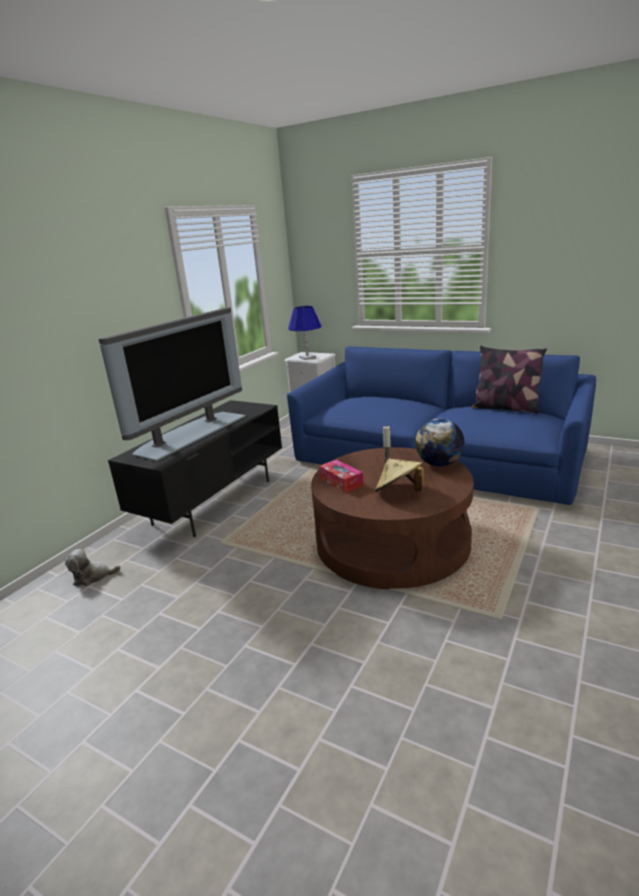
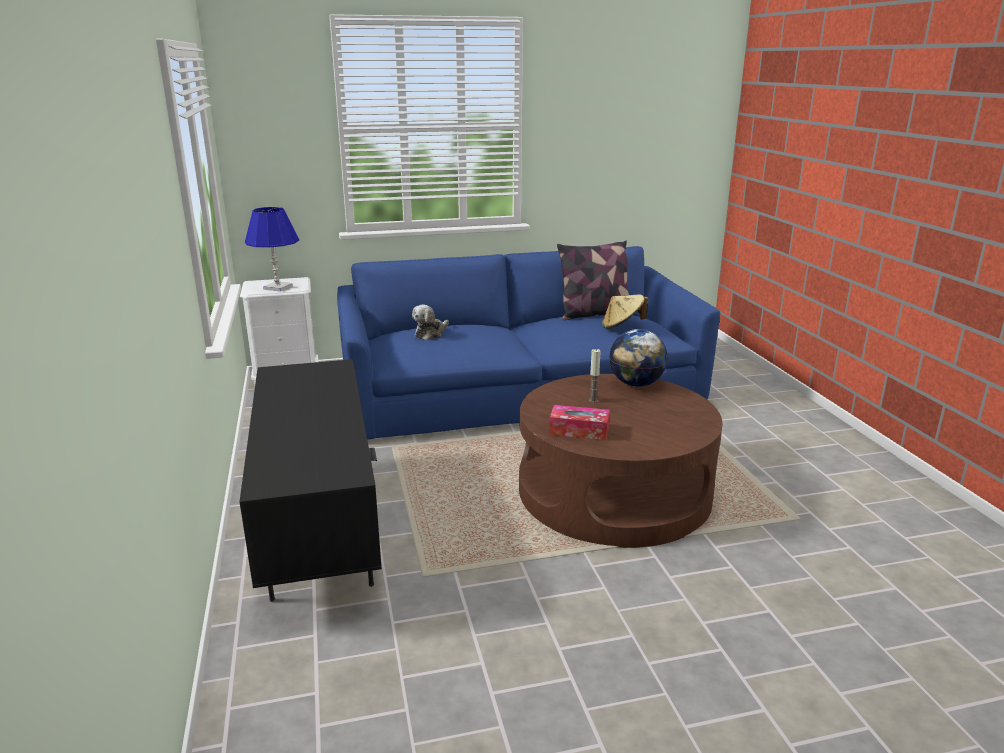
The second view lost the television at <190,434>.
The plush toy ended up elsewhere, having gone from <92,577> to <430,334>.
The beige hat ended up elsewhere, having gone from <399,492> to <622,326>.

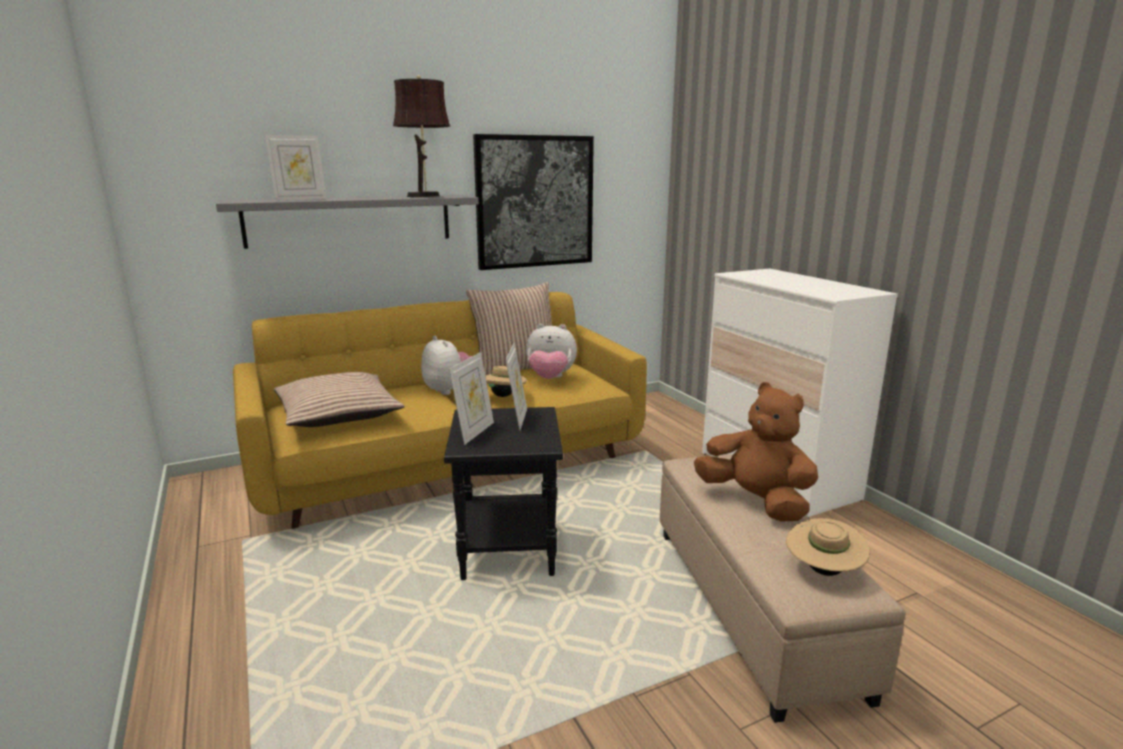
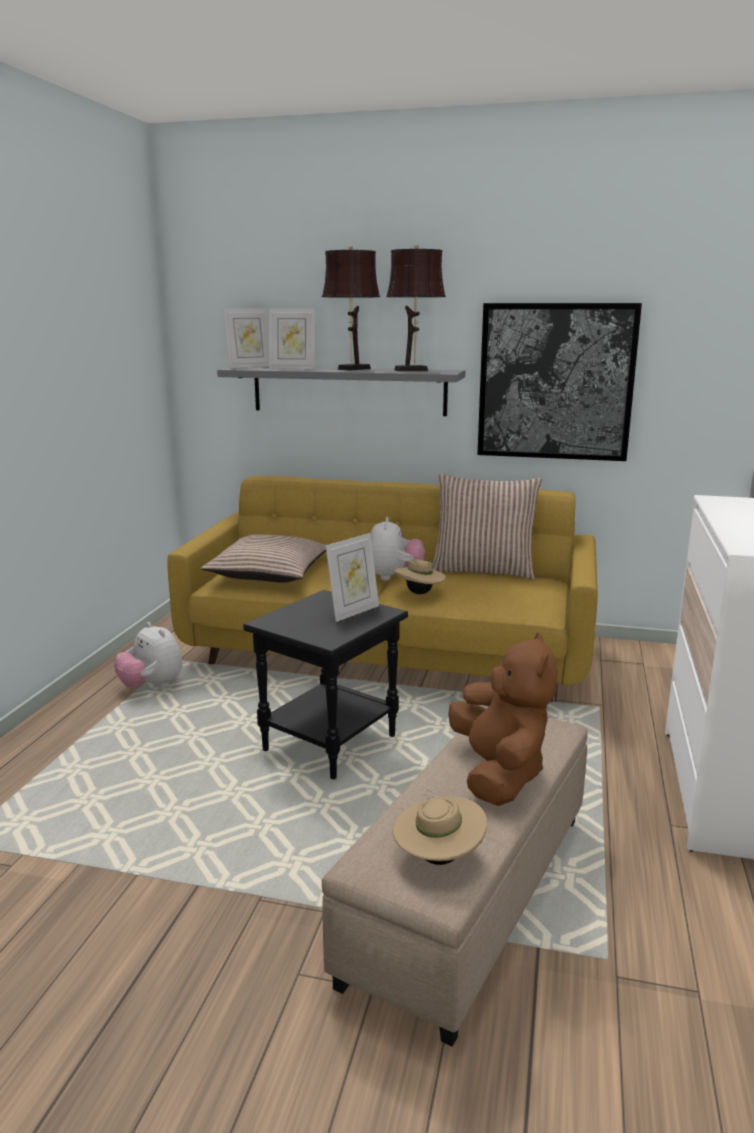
The second view gained the brown table lamp at <351,369>.
The picture frame ended up elsewhere, having gone from <474,432> to <249,367>.
The plush toy ended up elsewhere, having gone from <550,378> to <152,686>.

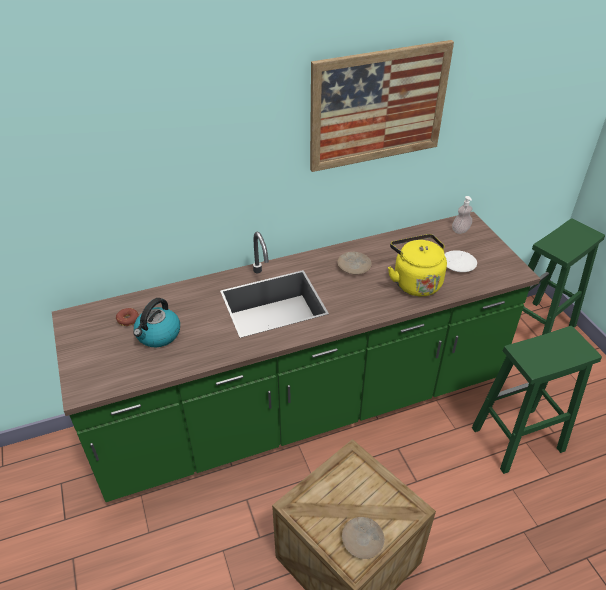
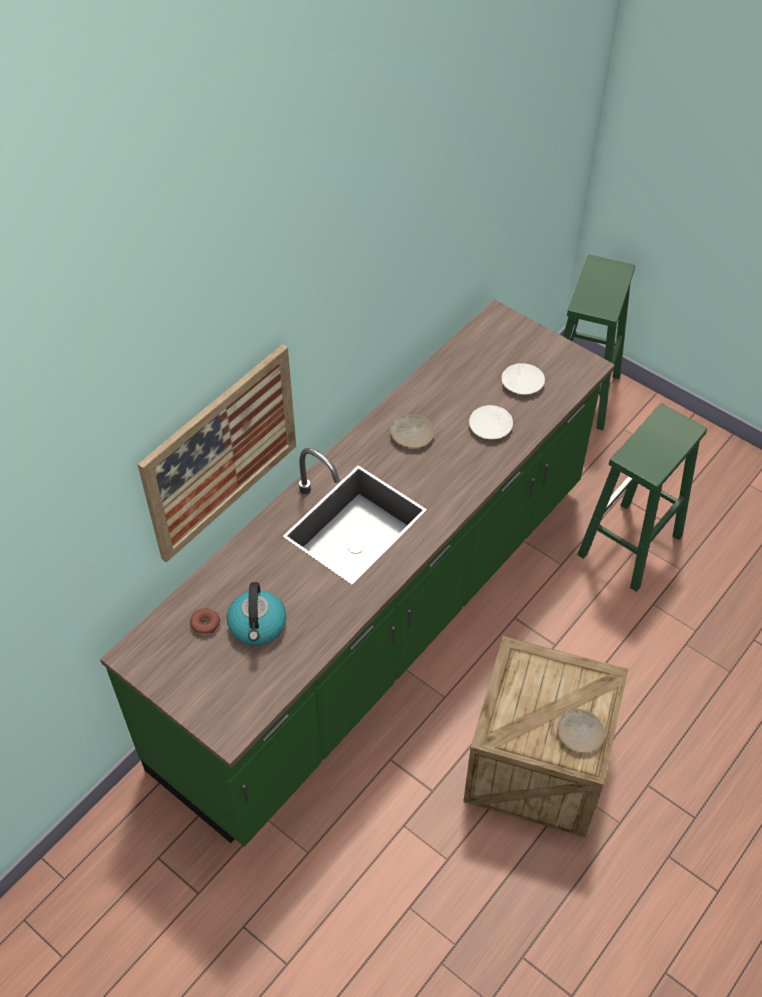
The second view lost the soap dispenser at <460,230>.
The picture ended up elsewhere, having gone from <378,106> to <221,452>.
Where the yellow kettle stood at <415,282>, the white plate came to stand at <491,426>.

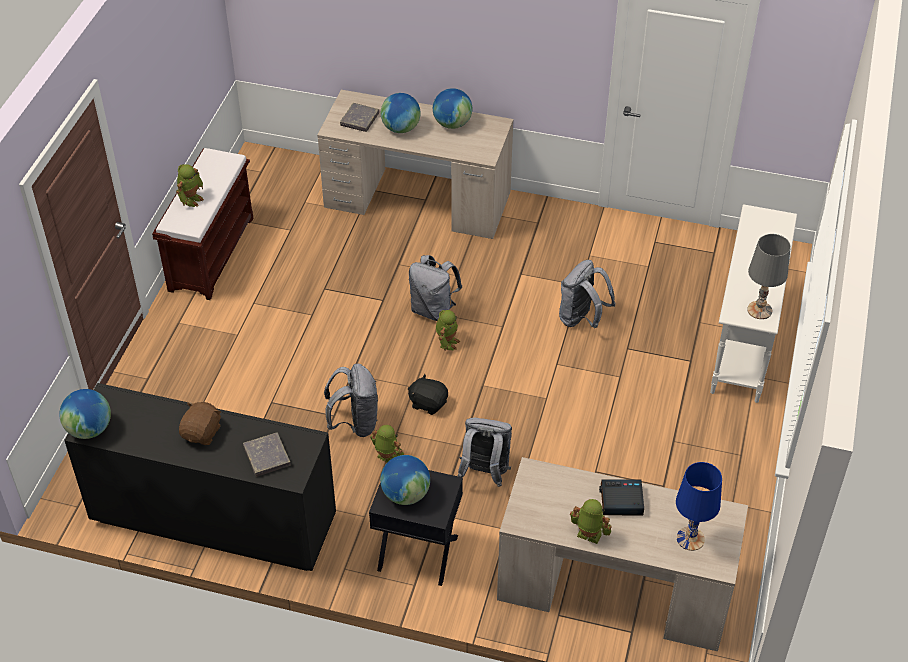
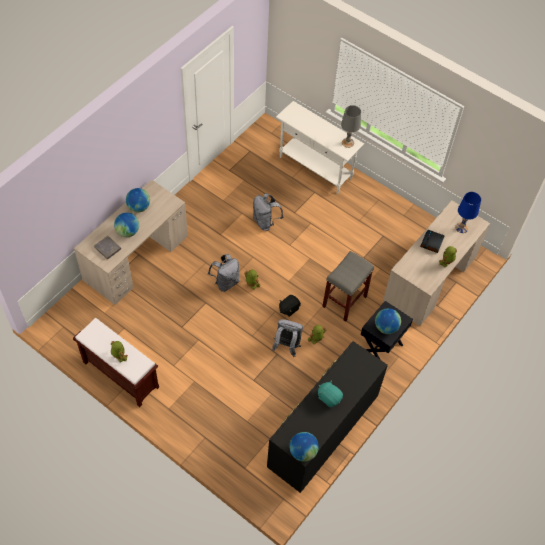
The second view lost the grey book at <267,456>.
Where the grey backpack stood at <485,473>, the grey stool came to stand at <344,302>.
What was the brown plush toy at <202,433> turned into the turquoise plush toy at <329,397>.

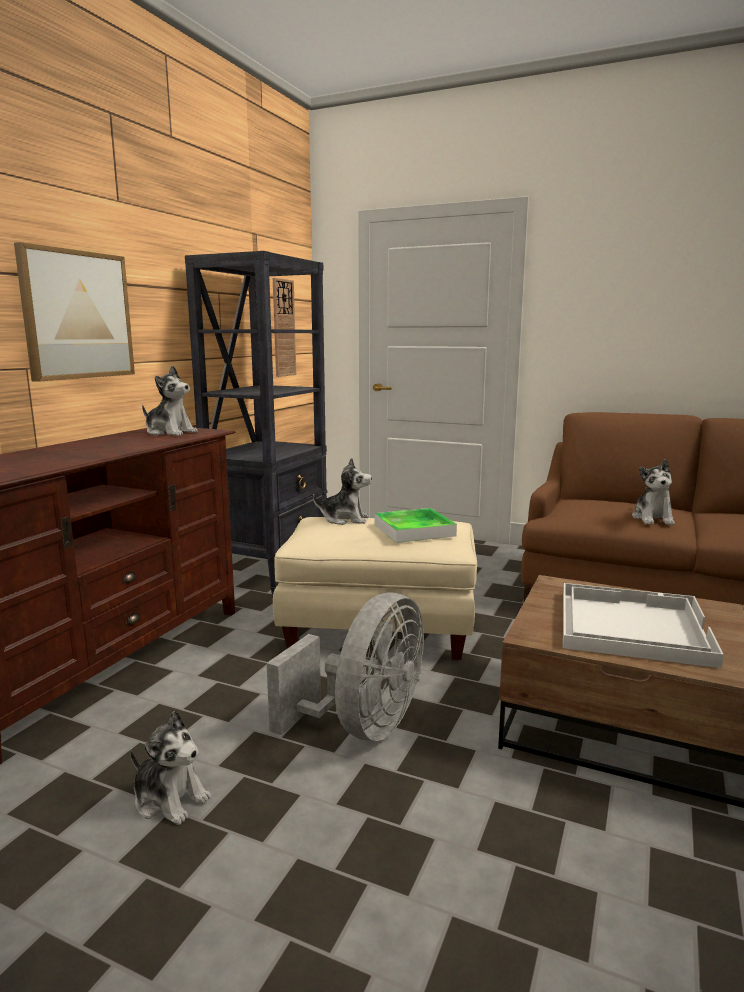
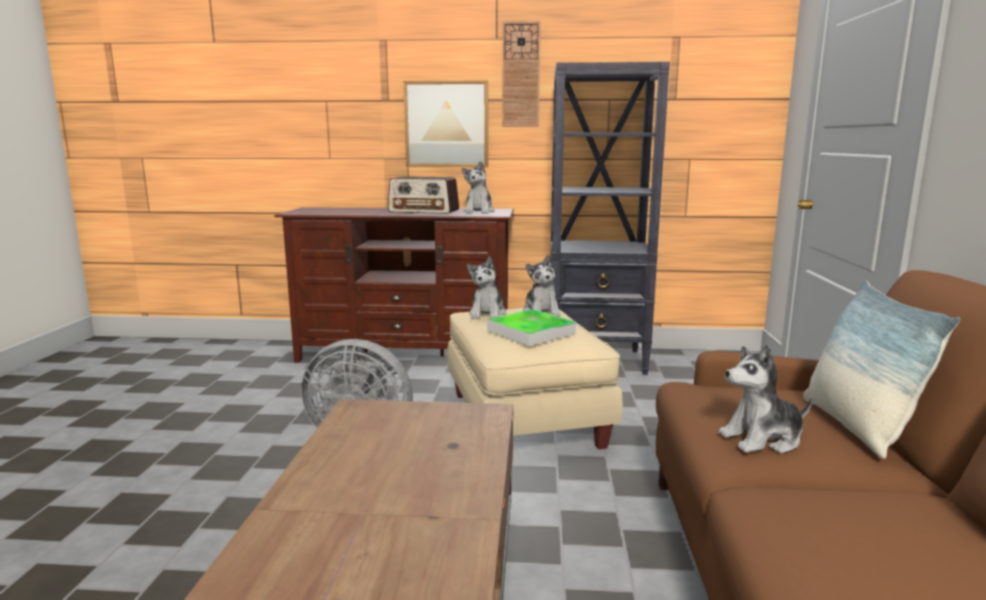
The second view lost the white tray at <630,625>.
The second view gained the radio at <424,211>.
The second view gained the pillow at <856,427>.
The plush toy ended up elsewhere, having gone from <170,799> to <487,314>.
The wall clock ended up elsewhere, having gone from <283,328> to <521,75>.

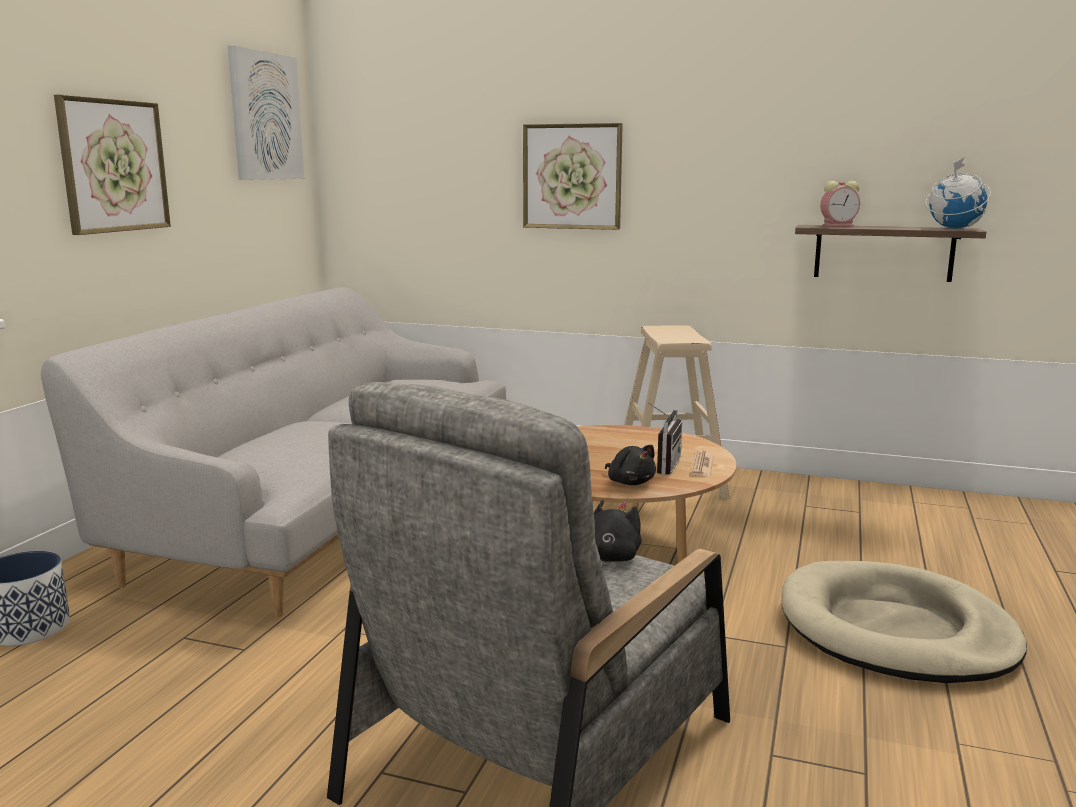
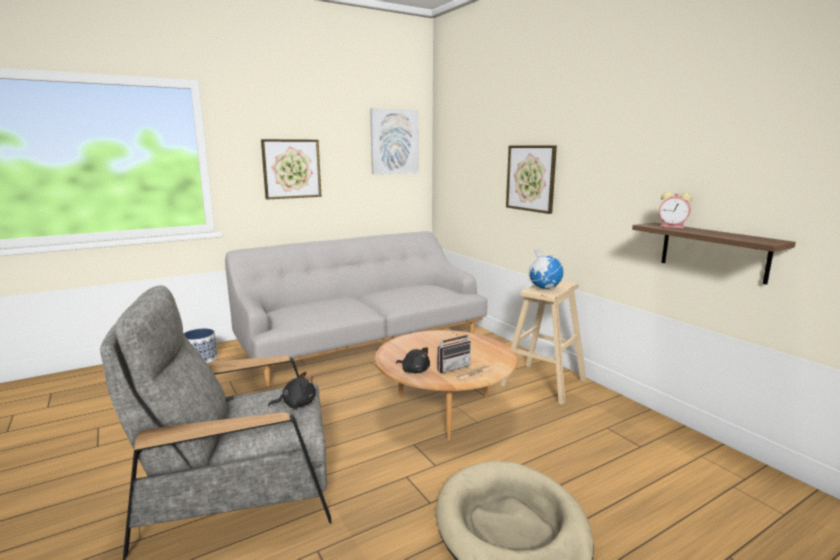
The globe ended up elsewhere, having gone from <953,228> to <544,288>.
The black plush toy at <630,482> ended up facing another way, 60 degrees counterclockwise from before.

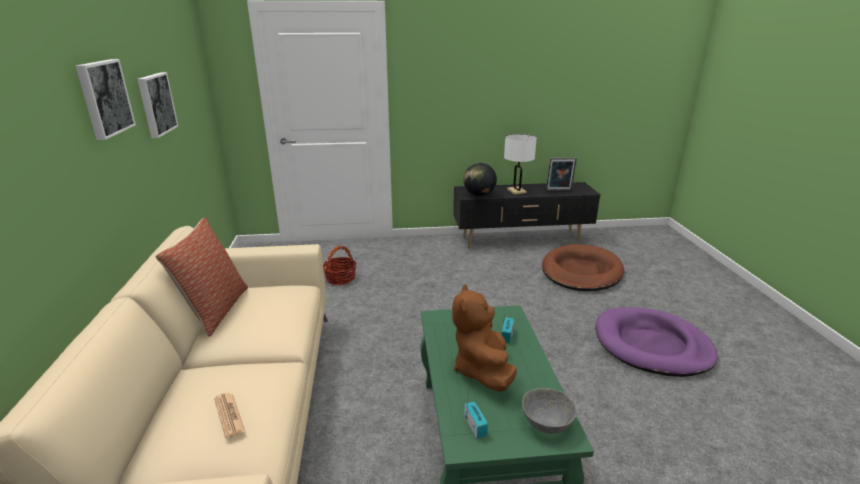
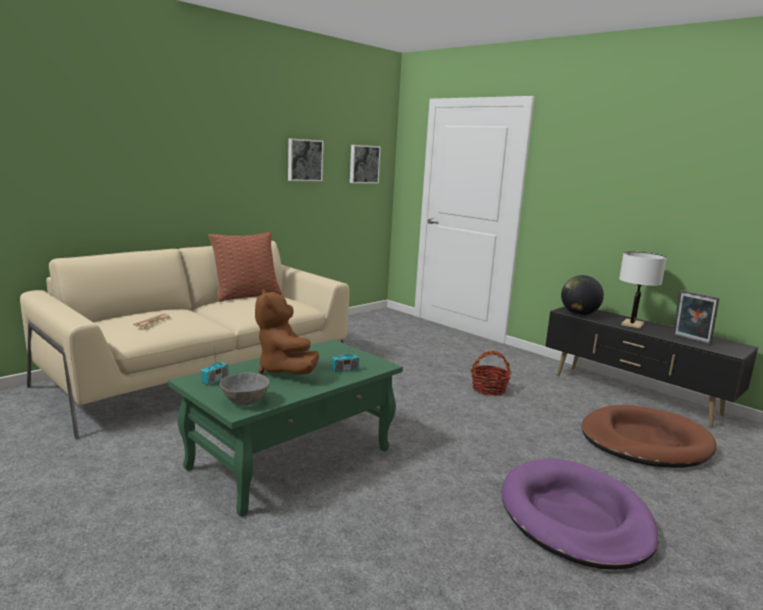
The picture ended up elsewhere, having gone from <104,98> to <363,164>.
The basket ended up elsewhere, having gone from <340,278> to <489,389>.
The brown plush toy at <482,370> ended up facing another way, 75 degrees counterclockwise from before.

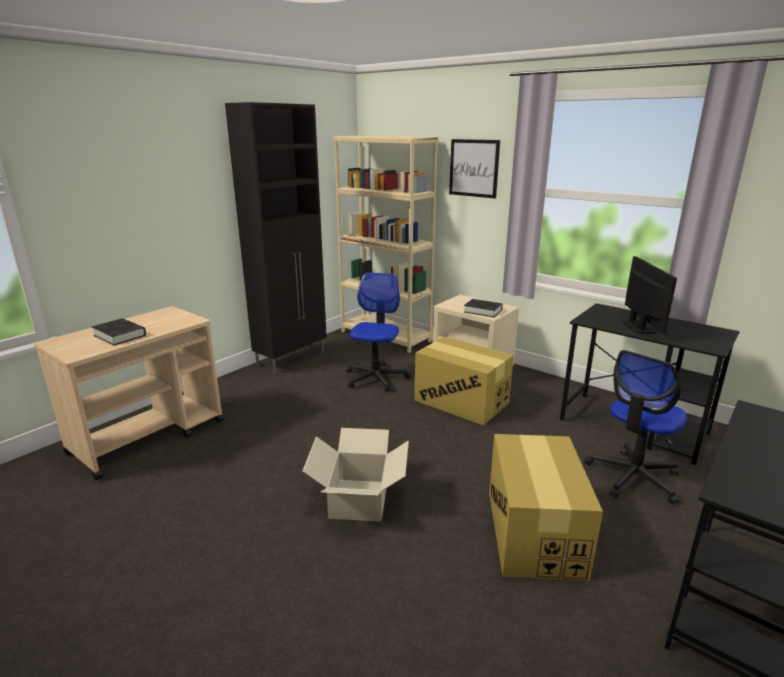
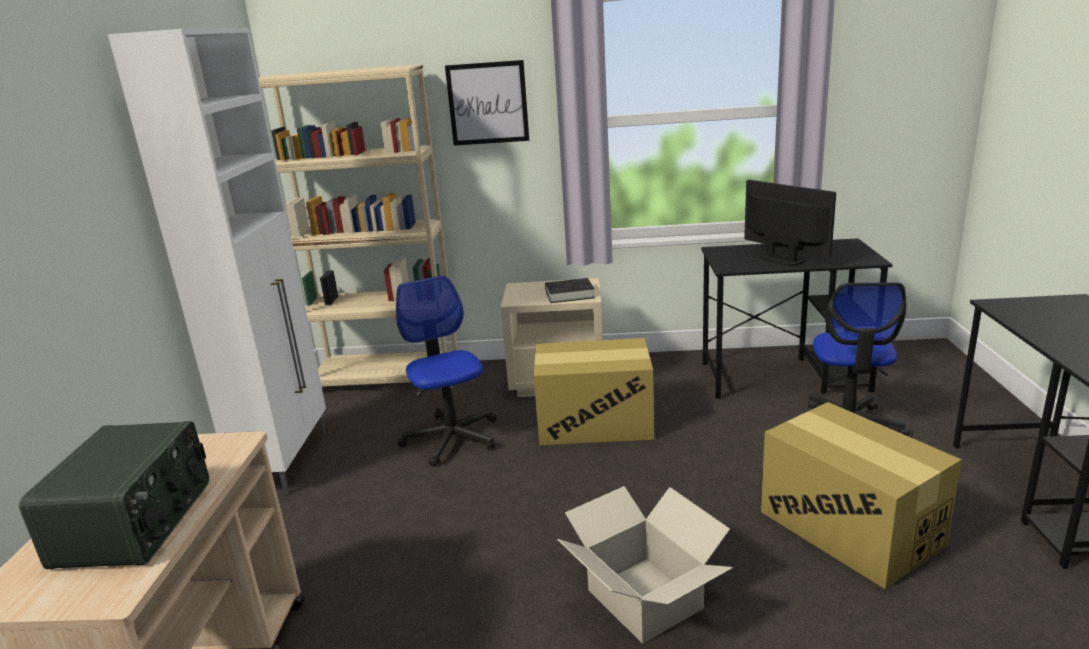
Where the black book stood at <120,335>, the radio came to stand at <137,523>.
What was the black cabinet at <292,358> turned into the white cabinet at <286,461>.

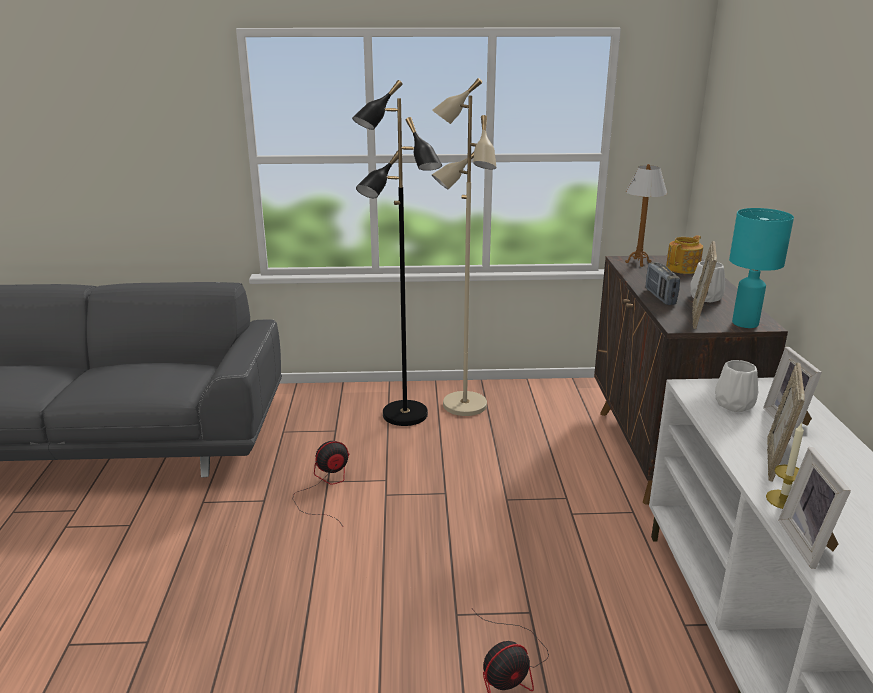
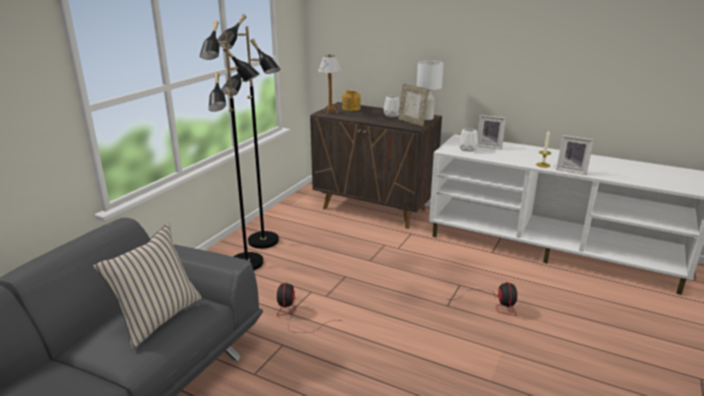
The second view lost the radio at <660,297>.
The second view lost the picture frame at <776,461>.
The second view gained the beige pillow at <158,318>.
What was the beige floor lamp at <463,405> turned into the black floor lamp at <263,241>.
What was the turquoise table lamp at <746,323> turned into the white table lamp at <427,118>.

